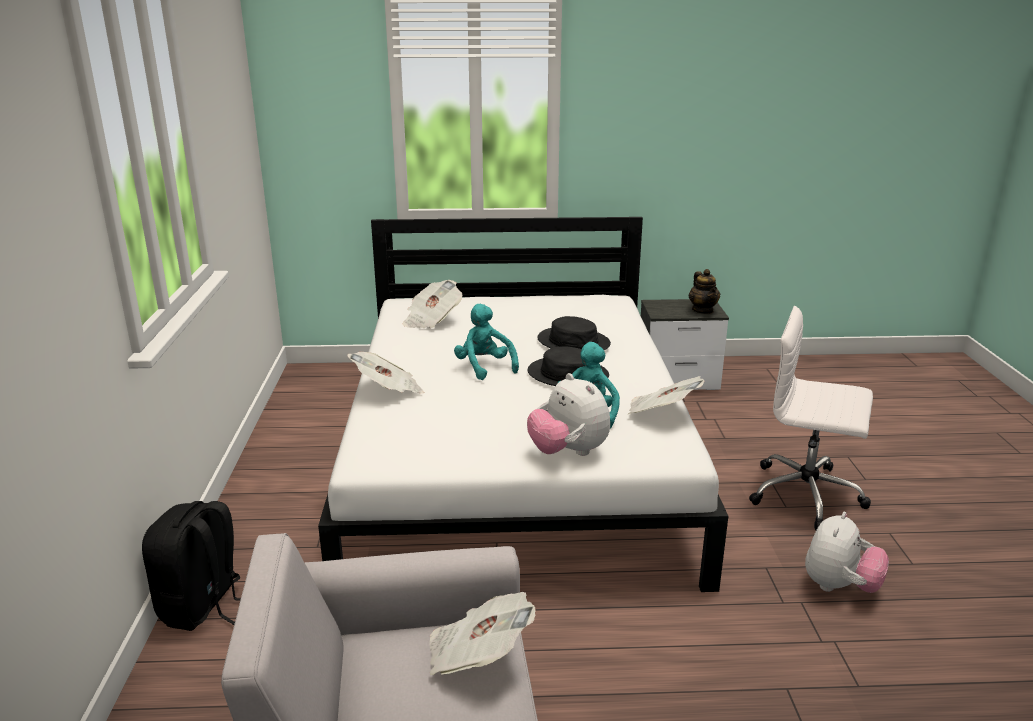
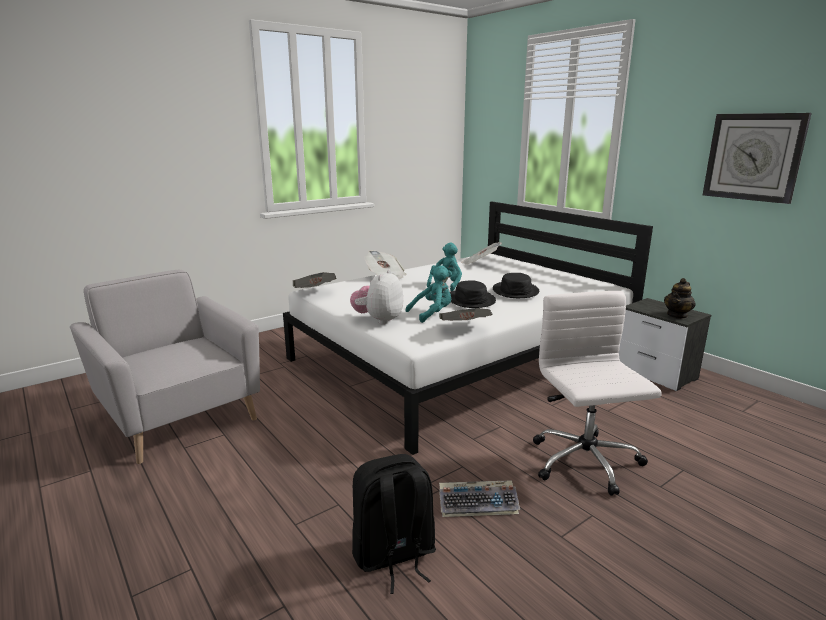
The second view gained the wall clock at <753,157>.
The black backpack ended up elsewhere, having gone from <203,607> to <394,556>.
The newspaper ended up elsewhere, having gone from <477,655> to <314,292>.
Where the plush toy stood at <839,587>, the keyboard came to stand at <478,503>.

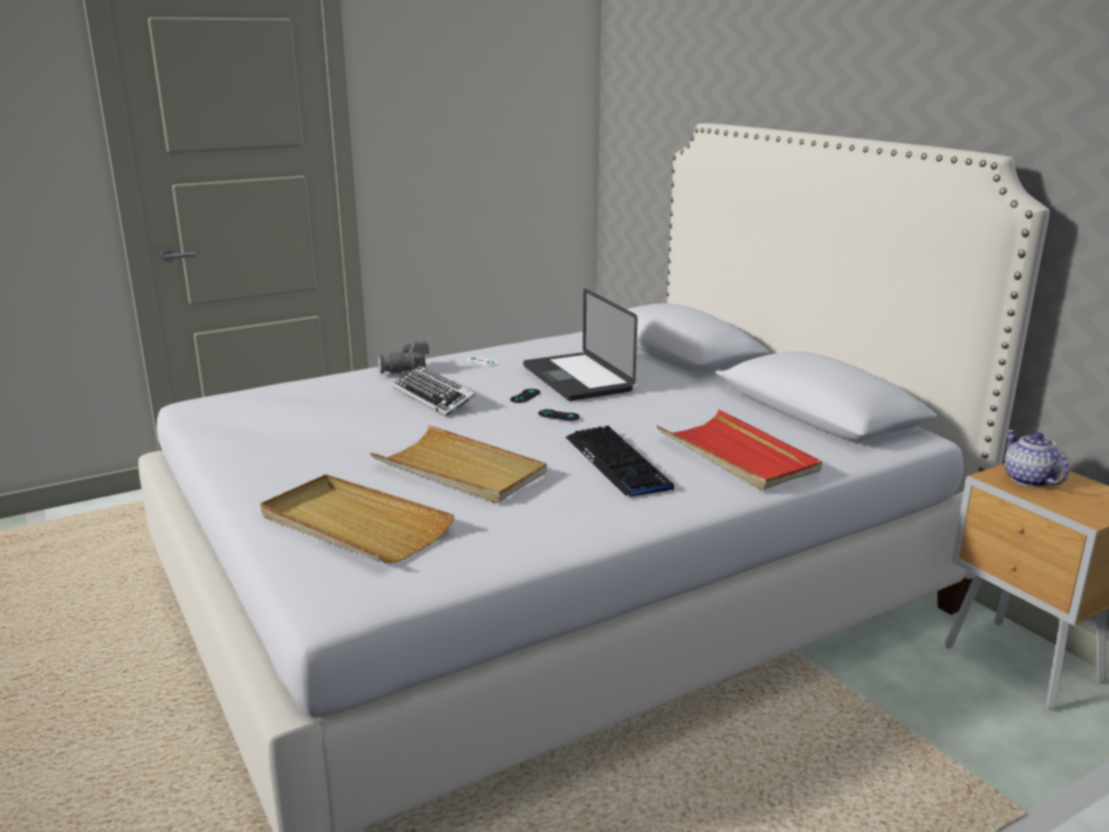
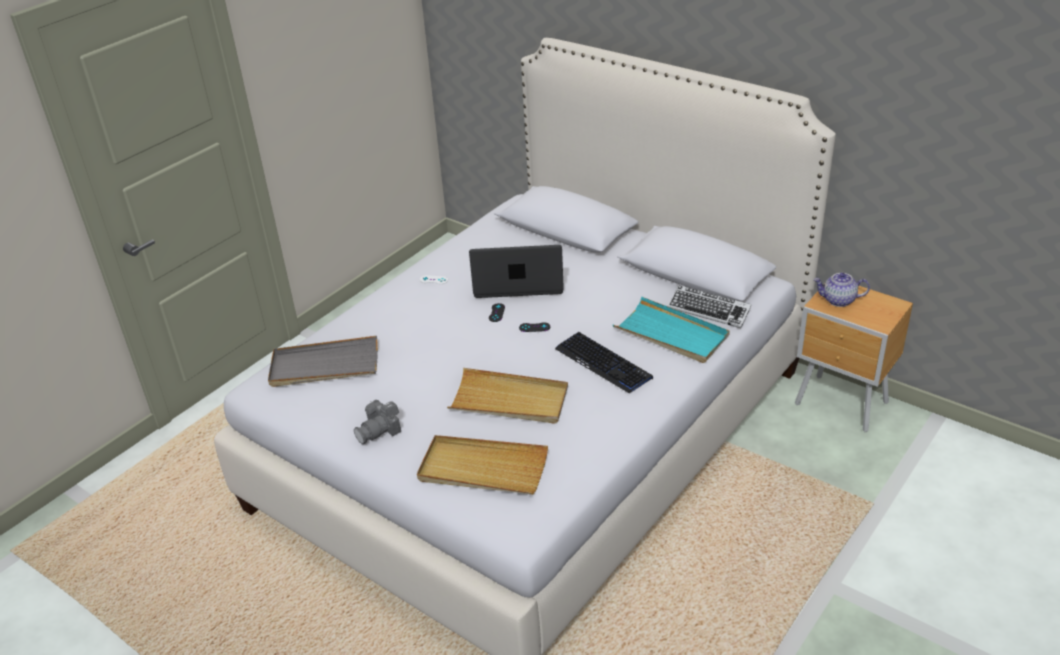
The second view gained the grey tray at <324,366>.
The photo camera ended up elsewhere, having gone from <407,371> to <380,430>.
The keyboard ended up elsewhere, having gone from <434,397> to <709,310>.
What was the red tray at <737,455> turned into the turquoise tray at <671,334>.
The laptop at <577,378> ended up facing another way, 135 degrees clockwise from before.
The teapot at <1028,480> ended up facing another way, 45 degrees counterclockwise from before.

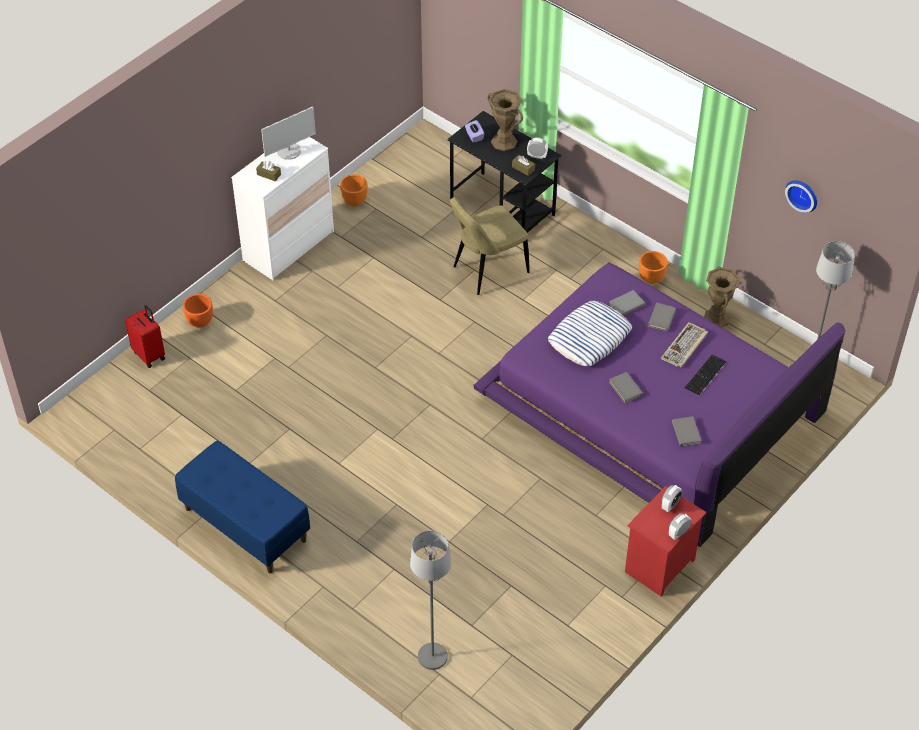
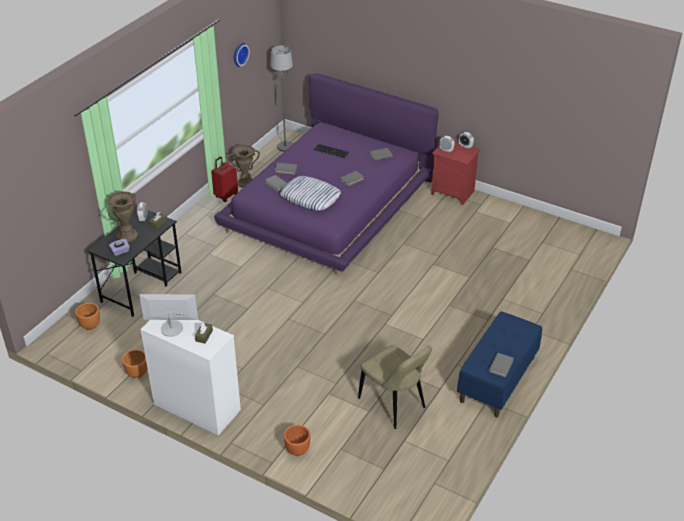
The second view lost the grey floor lamp at <432,657>.
The second view lost the keyboard at <684,347>.
The second view gained the grey book at <501,366>.
The red suitcase ended up elsewhere, having gone from <149,355> to <226,196>.
The beige chair ended up elsewhere, having gone from <487,271> to <394,405>.
The orange planter ended up elsewhere, having gone from <651,278> to <90,325>.
The monitor at <289,151> ended up facing another way, 45 degrees counterclockwise from before.

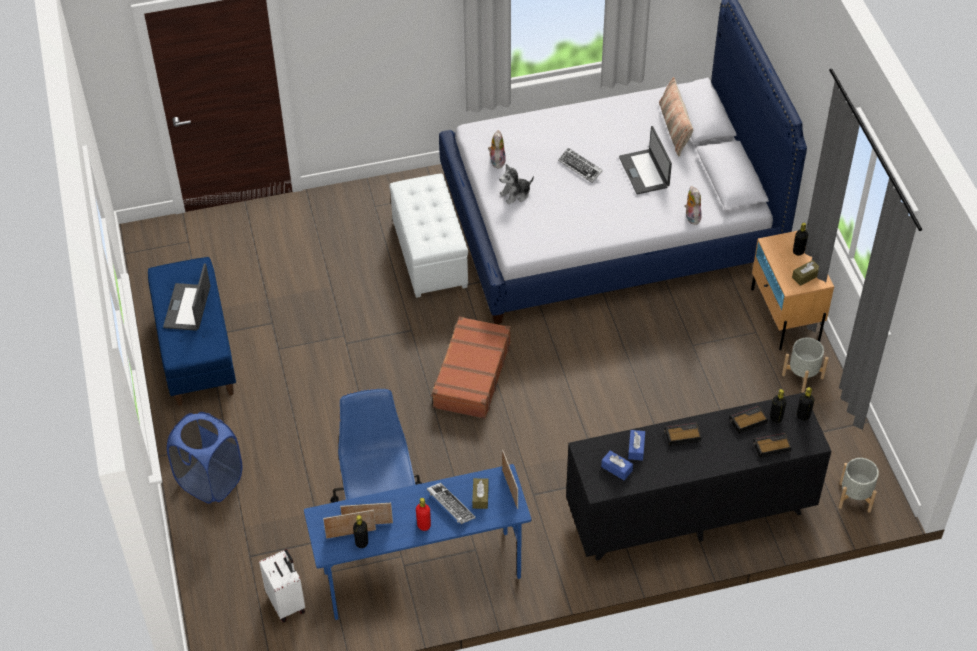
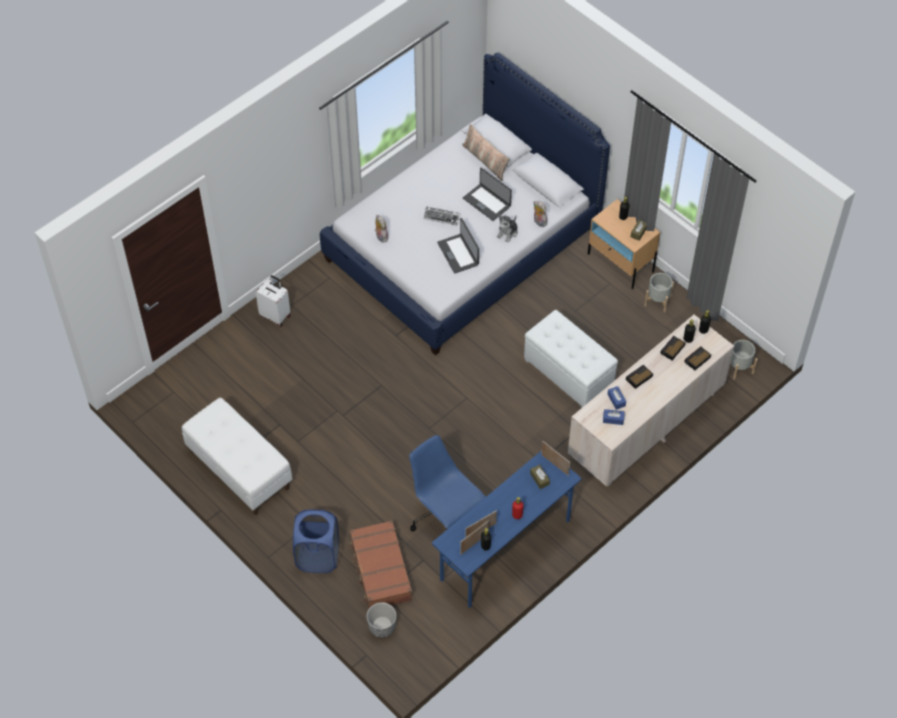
The second view lost the keyboard at <450,505>.
The second view gained the planter at <382,627>.
The laptop ended up elsewhere, having gone from <188,307> to <458,253>.
The white suitcase ended up elsewhere, having gone from <287,603> to <276,315>.
The white ottoman ended up elsewhere, having gone from <430,254> to <569,373>.
The brown suitcase ended up elsewhere, having gone from <471,375> to <380,570>.
The plush toy ended up elsewhere, having gone from <515,194> to <507,233>.
What was the blue bench at <195,350> turned into the white bench at <239,469>.
What was the black dresser at <689,512> turned into the beige dresser at <645,426>.

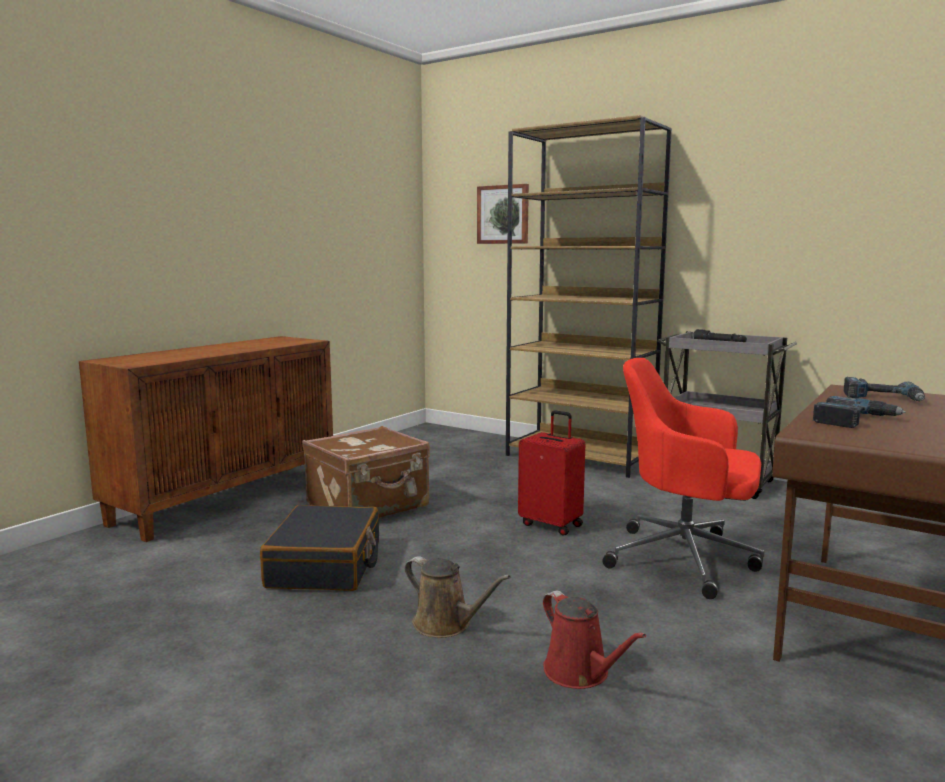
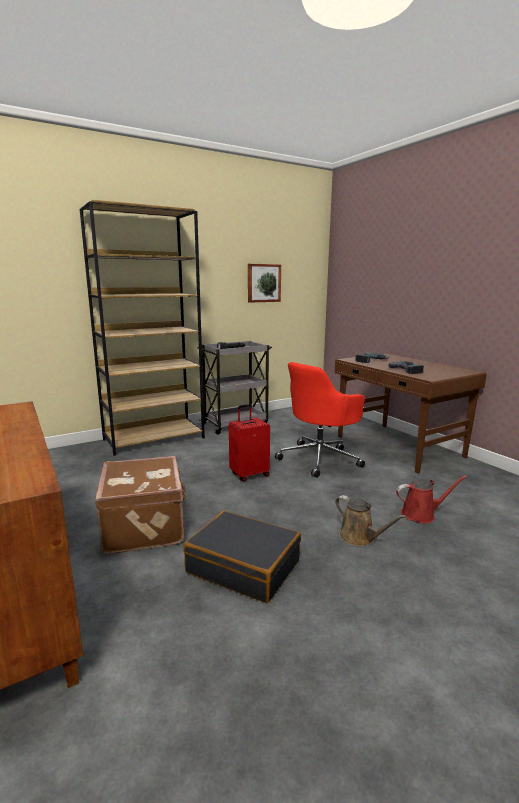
The picture ended up elsewhere, having gone from <503,214> to <263,283>.
The brown watering can at <446,625> ended up facing another way, 75 degrees clockwise from before.

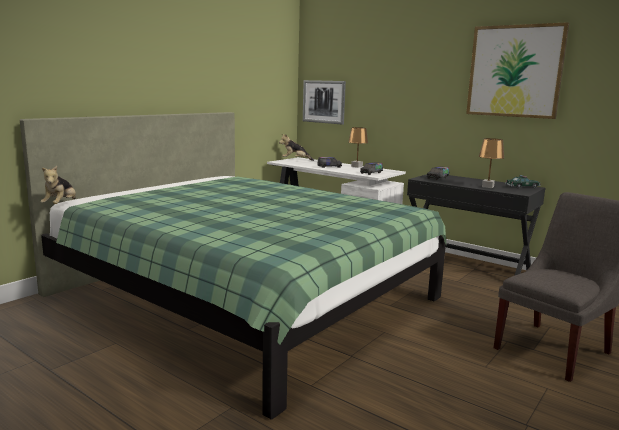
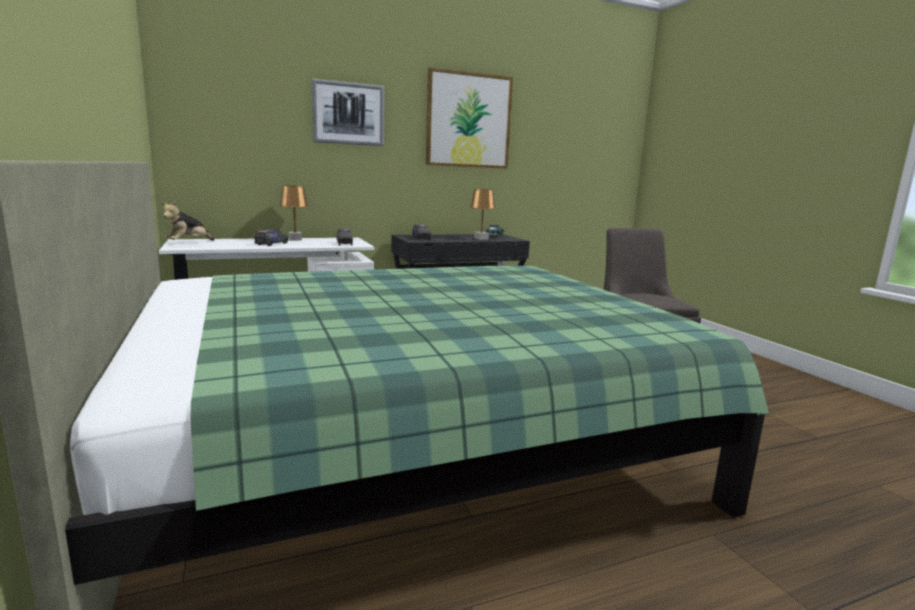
The second view lost the plush toy at <61,205>.
The picture ended up elsewhere, having gone from <324,101> to <348,113>.

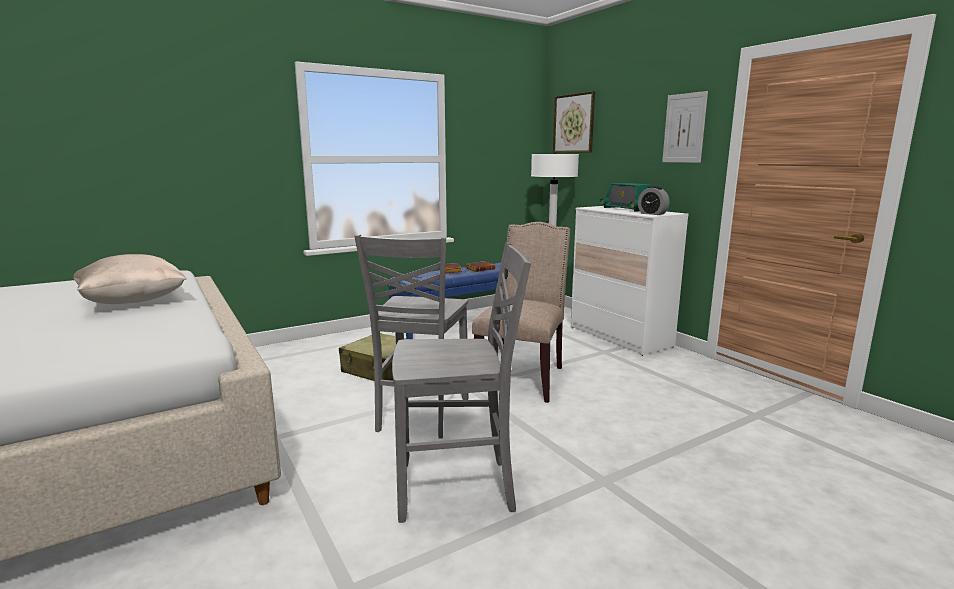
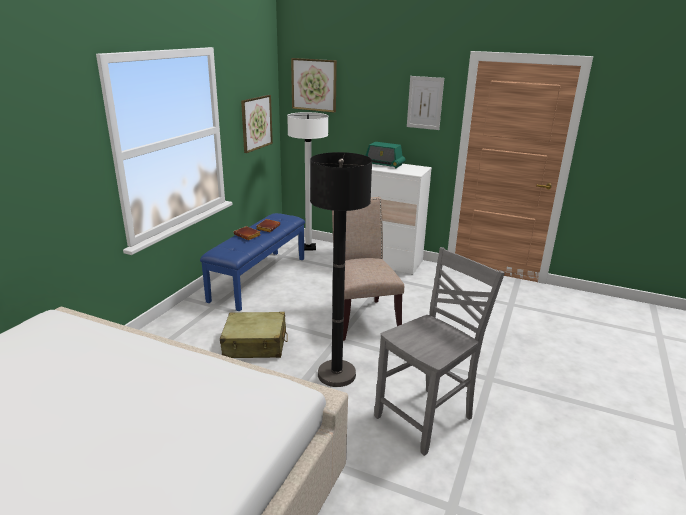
The second view lost the beige pillow at <133,302>.
The second view lost the alarm clock at <652,214>.
The second view gained the picture at <256,123>.
Where the grey chair stood at <420,415>, the black floor lamp came to stand at <336,374>.

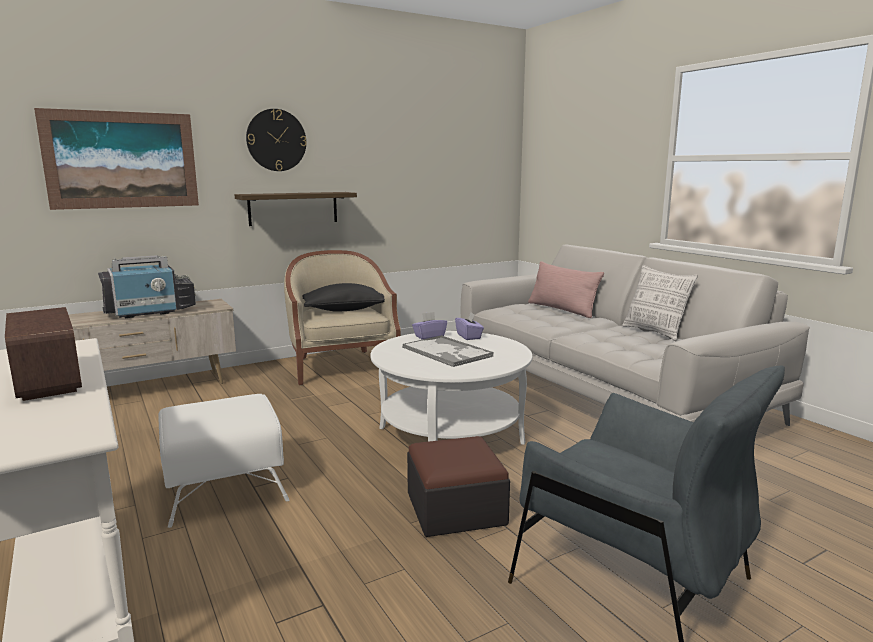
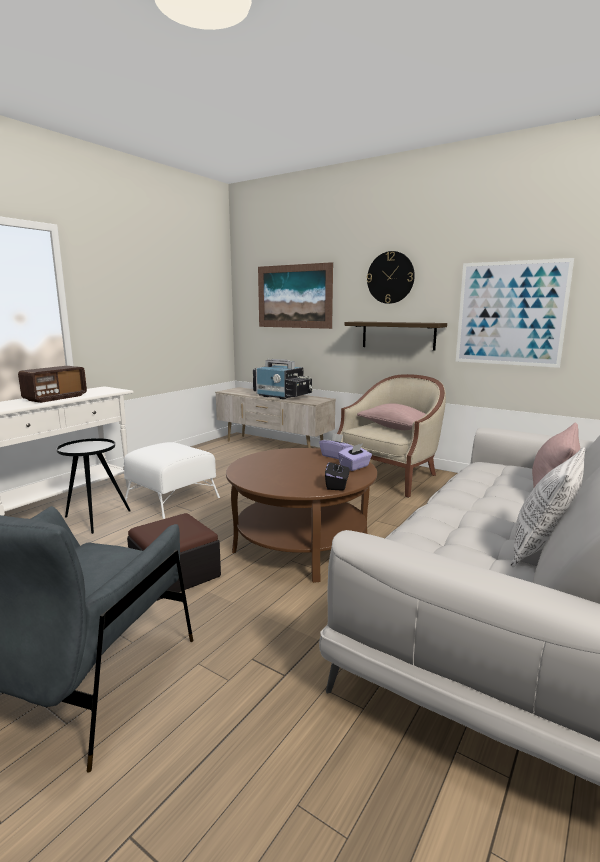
The second view lost the tray at <447,352>.
The second view gained the black side table at <95,519>.
The second view gained the black tissue box at <337,485>.
The second view gained the picture at <510,313>.
What was the black pillow at <344,310> turned into the pink pillow at <396,428>.
What was the white coffee table at <450,435> turned into the brown coffee table at <301,545>.

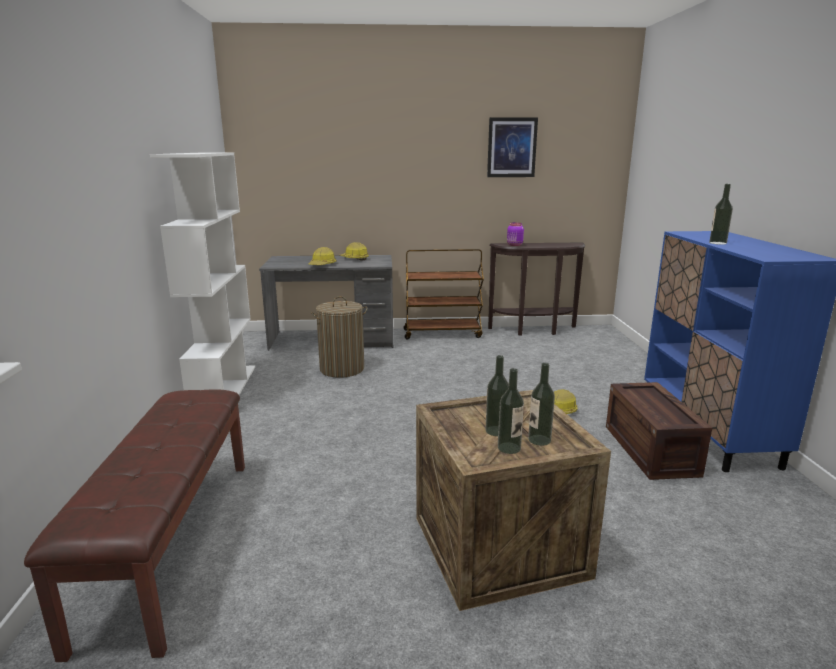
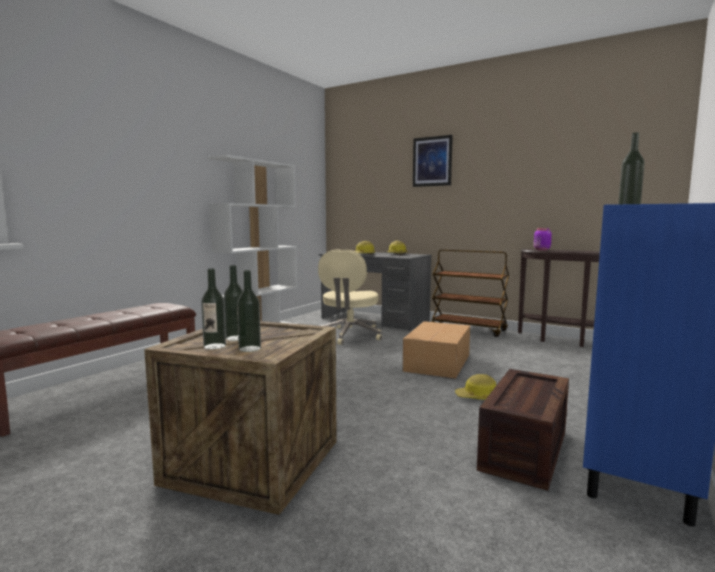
The second view gained the cardboard box at <438,362>.
The picture ended up elsewhere, having gone from <511,147> to <432,161>.
Where the laundry basket stood at <342,369>, the beige office chair came to stand at <349,336>.

